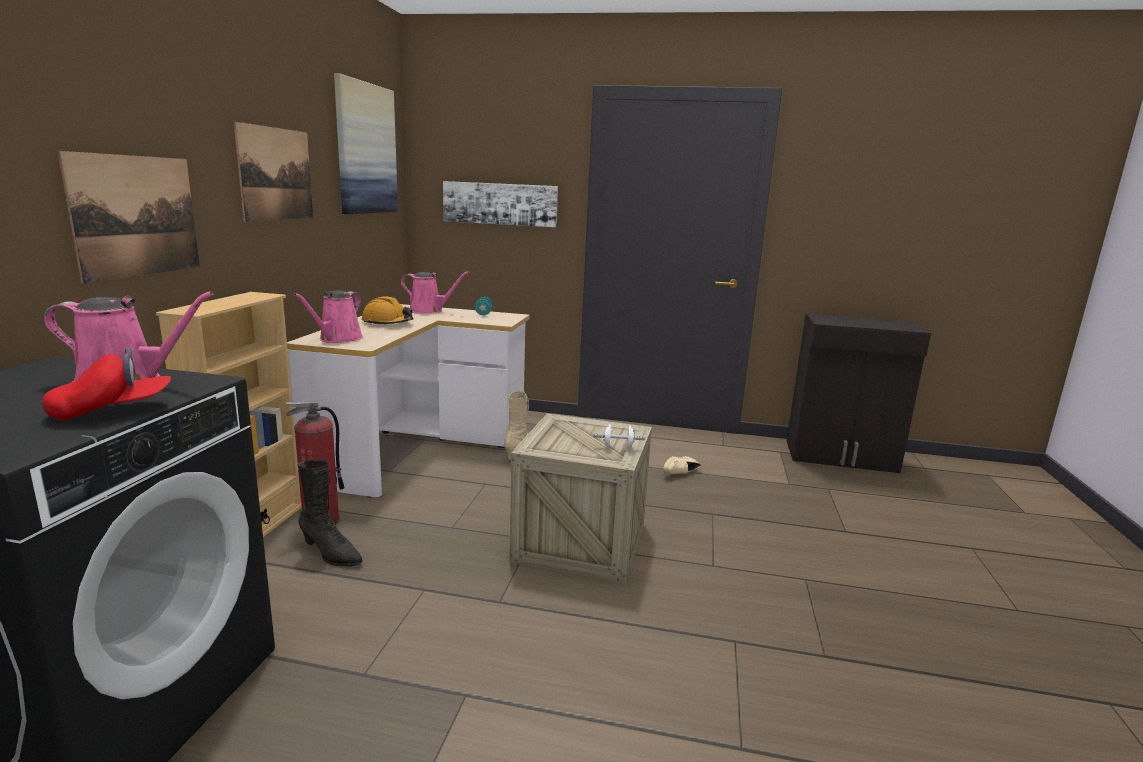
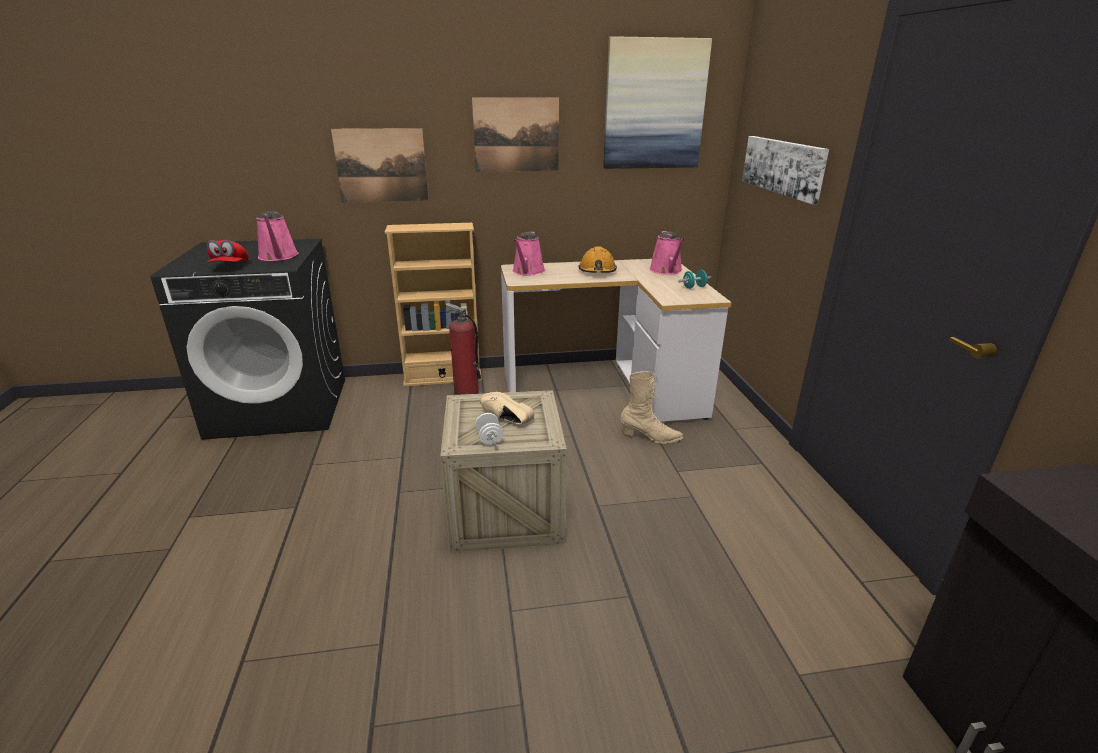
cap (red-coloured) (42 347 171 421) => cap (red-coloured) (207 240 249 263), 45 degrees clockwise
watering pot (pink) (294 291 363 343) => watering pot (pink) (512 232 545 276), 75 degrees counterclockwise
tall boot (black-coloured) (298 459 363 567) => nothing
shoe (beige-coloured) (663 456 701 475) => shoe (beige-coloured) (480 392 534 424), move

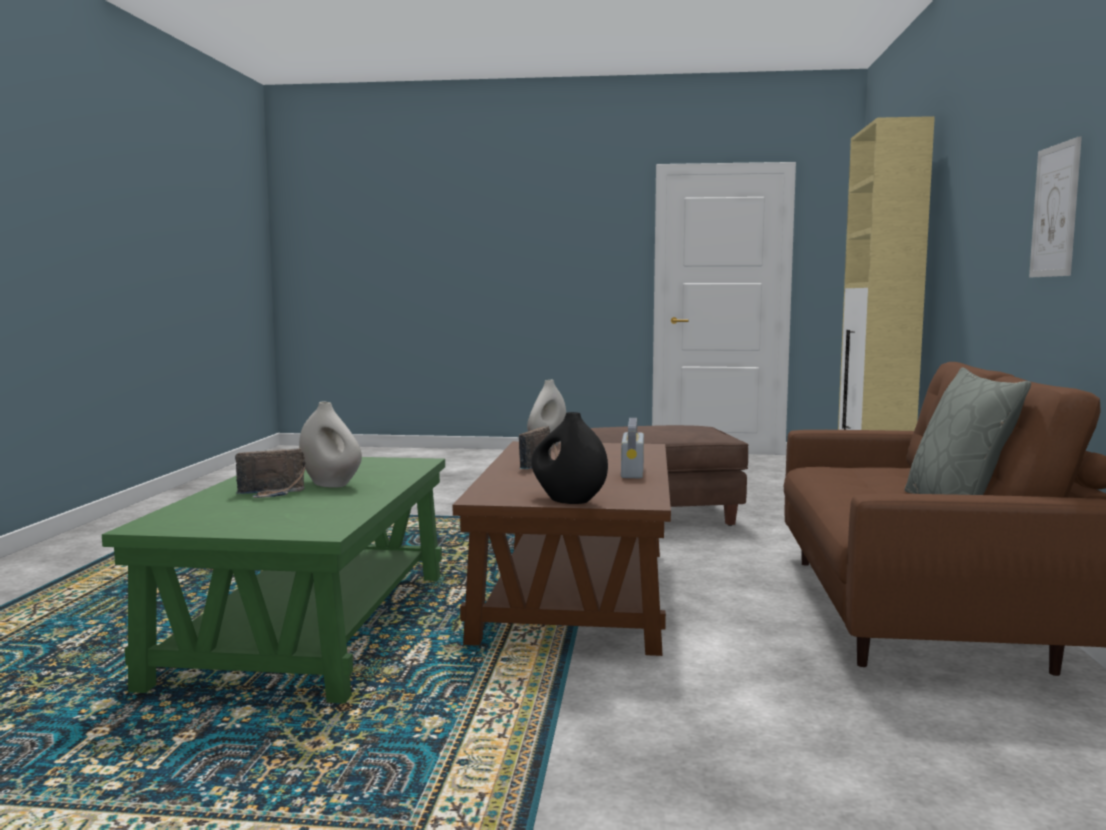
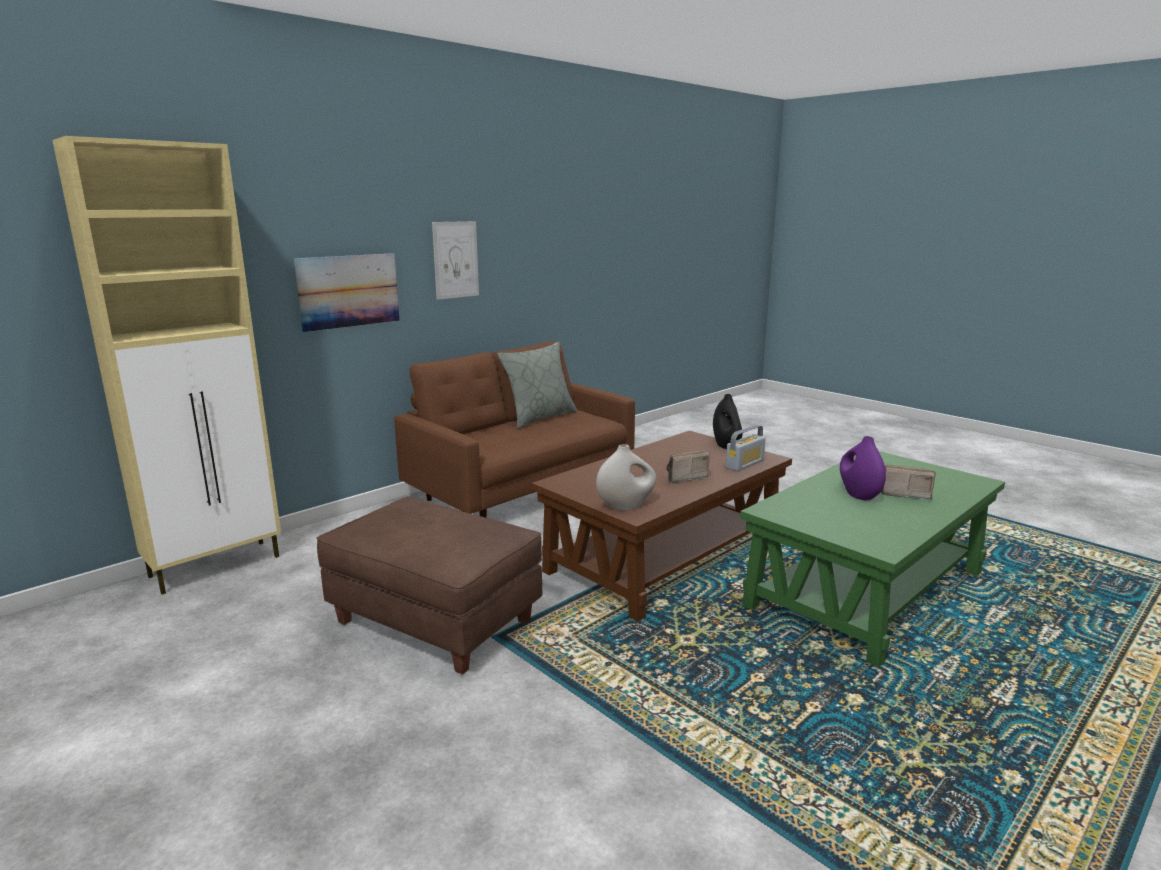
vase (white-coloured) (299 402 362 488) => vase (purple-coloured) (840 436 886 500)
radio (621 418 644 478) => radio (726 425 766 471), move
nothing => wall art (294 253 400 332)

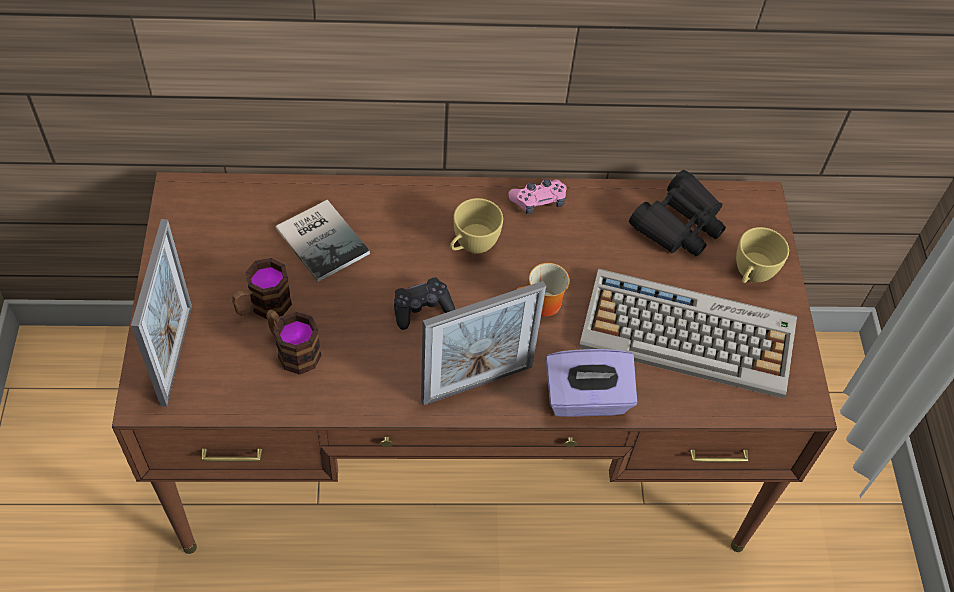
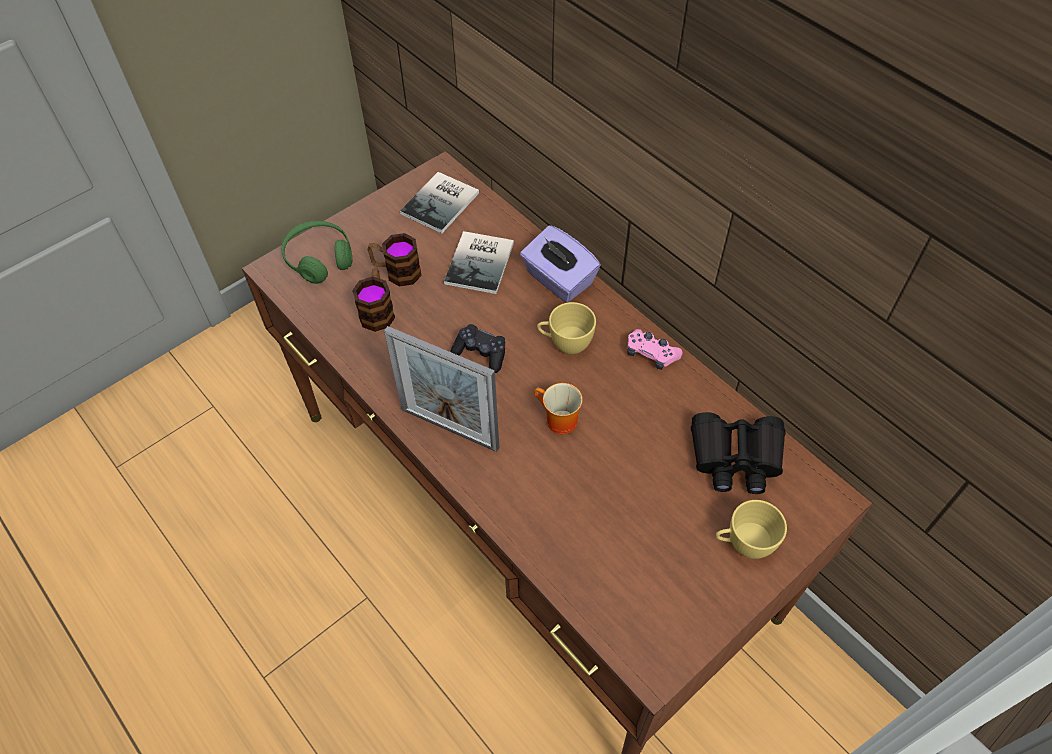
picture frame (131 219 192 407) => headphones (green) (281 221 352 284)
box of tissues (purple-coloured) (546 349 637 417) => box of tissues (purple-coloured) (520 225 601 303), move
keyboard (579 268 797 398) => nothing
nothing => bound book (400 172 479 233)

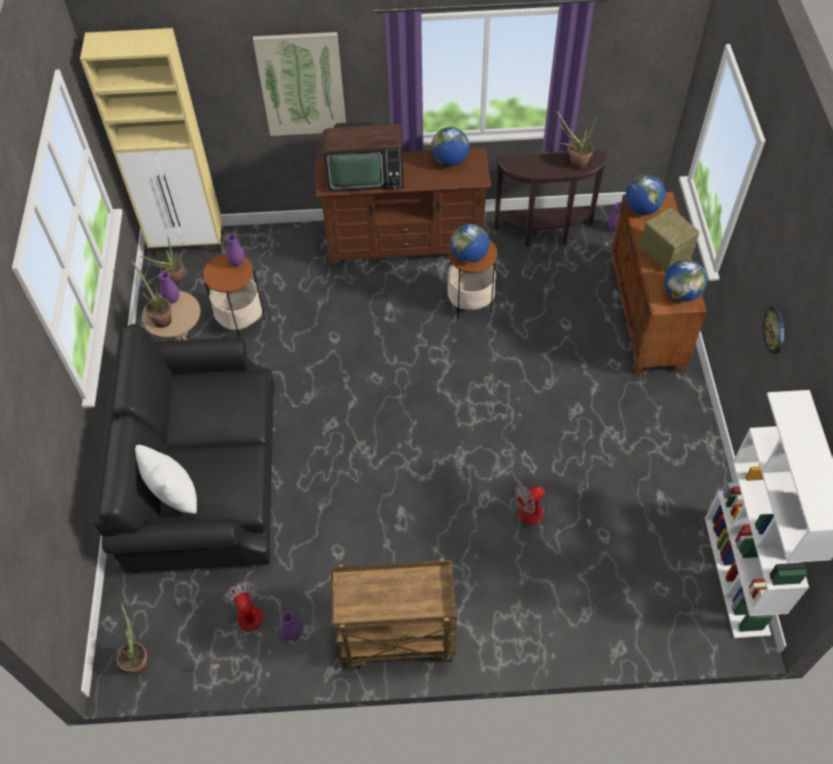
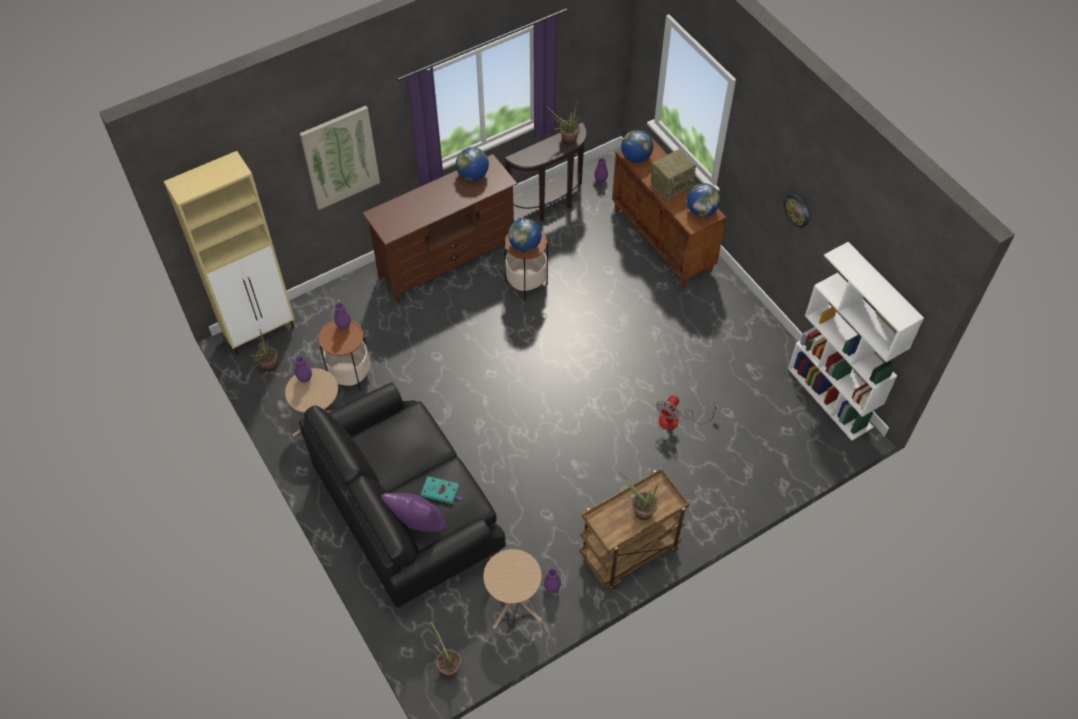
houseplant (131 260 172 328) => houseplant (618 471 658 520), move
pillow (white-coloured) (135 445 197 513) => pillow (purple-coloured) (381 493 447 532)
electric fan (211 582 263 670) => accent table (beige-coloured) (483 549 542 629)
television (323 122 404 192) => nothing
radio (640 207 700 271) => radio (650 149 696 201), 120 degrees clockwise
nothing => bound book (turquoise-coloured) (421 476 462 504)

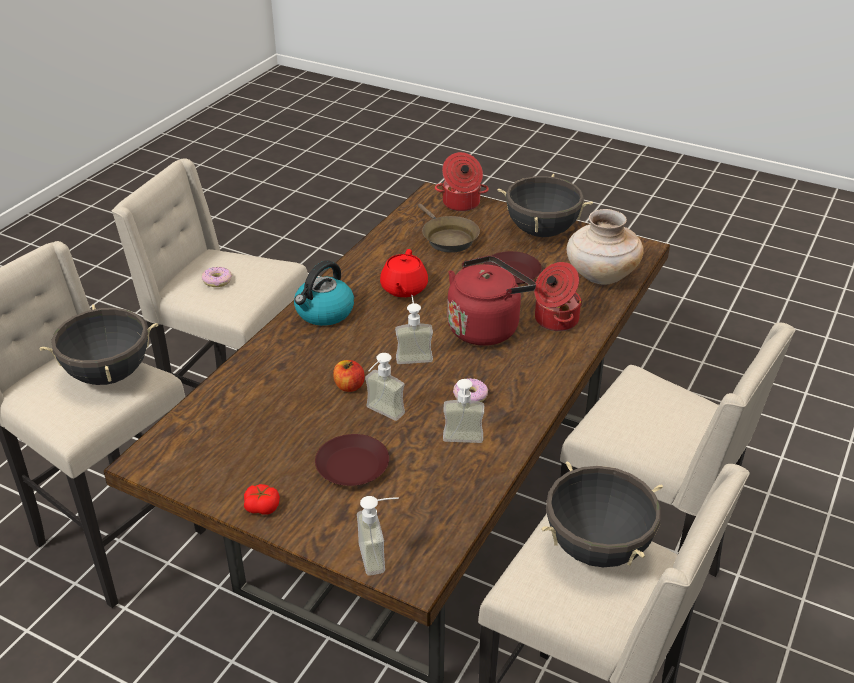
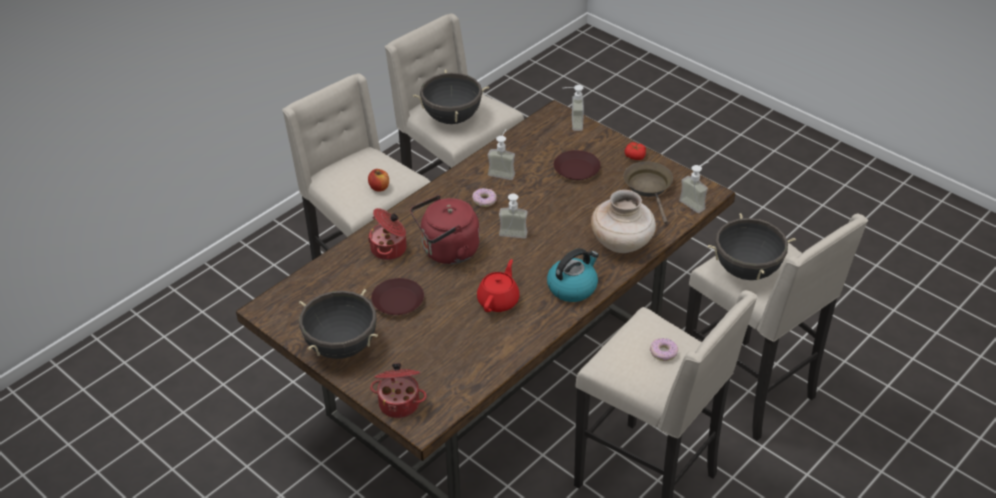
apple (333 360 365 392) => apple (368 169 389 192), move
liquid soap bottle (365 353 405 421) => liquid soap bottle (679 161 709 213), move
pan (brown) (418 204 480 253) => pan (brown) (624 161 673 224), move
vase (beige-coloured) (566 209 644 284) => vase (beige-coloured) (591 190 656 253), move

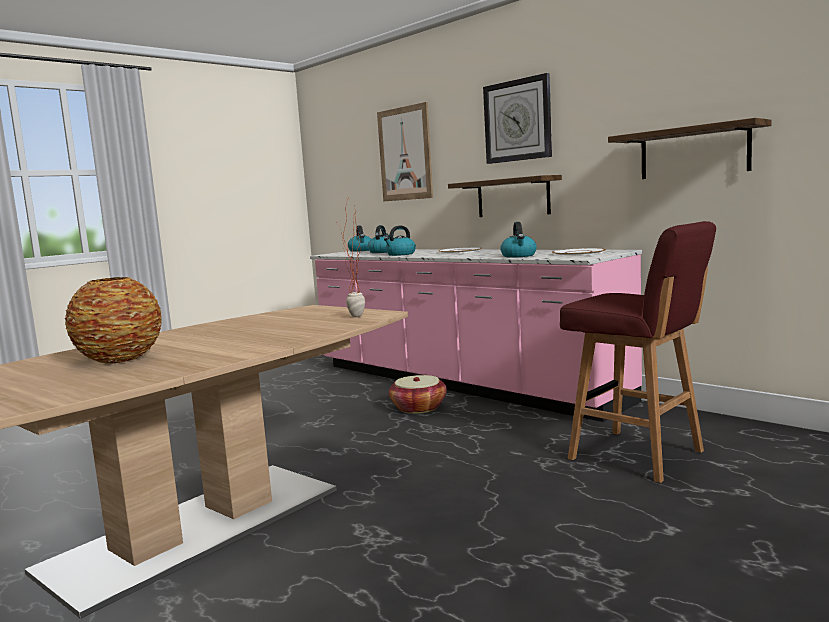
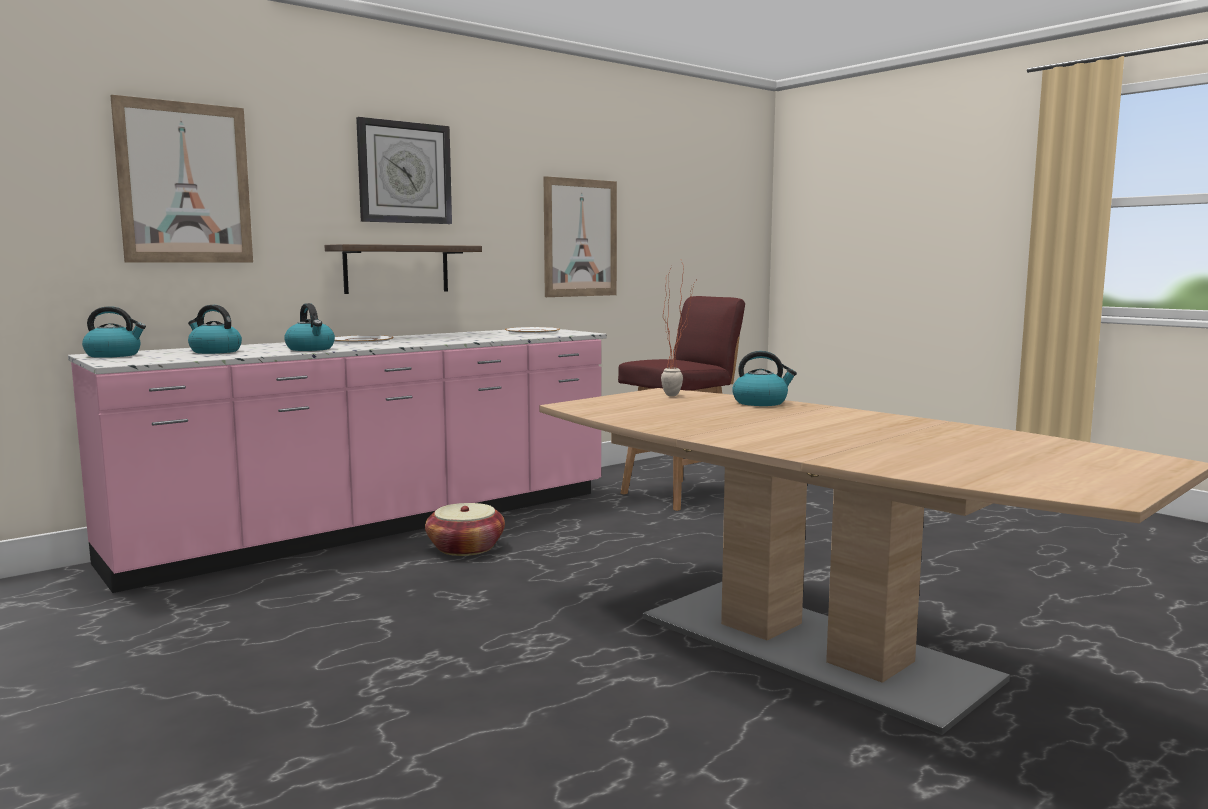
vase (65 277 162 364) => nothing
water kettle (500 222 537 258) => water kettle (732 351 797 406), move
wall shelf (608 118 772 179) => wall art (544 176 617 297)

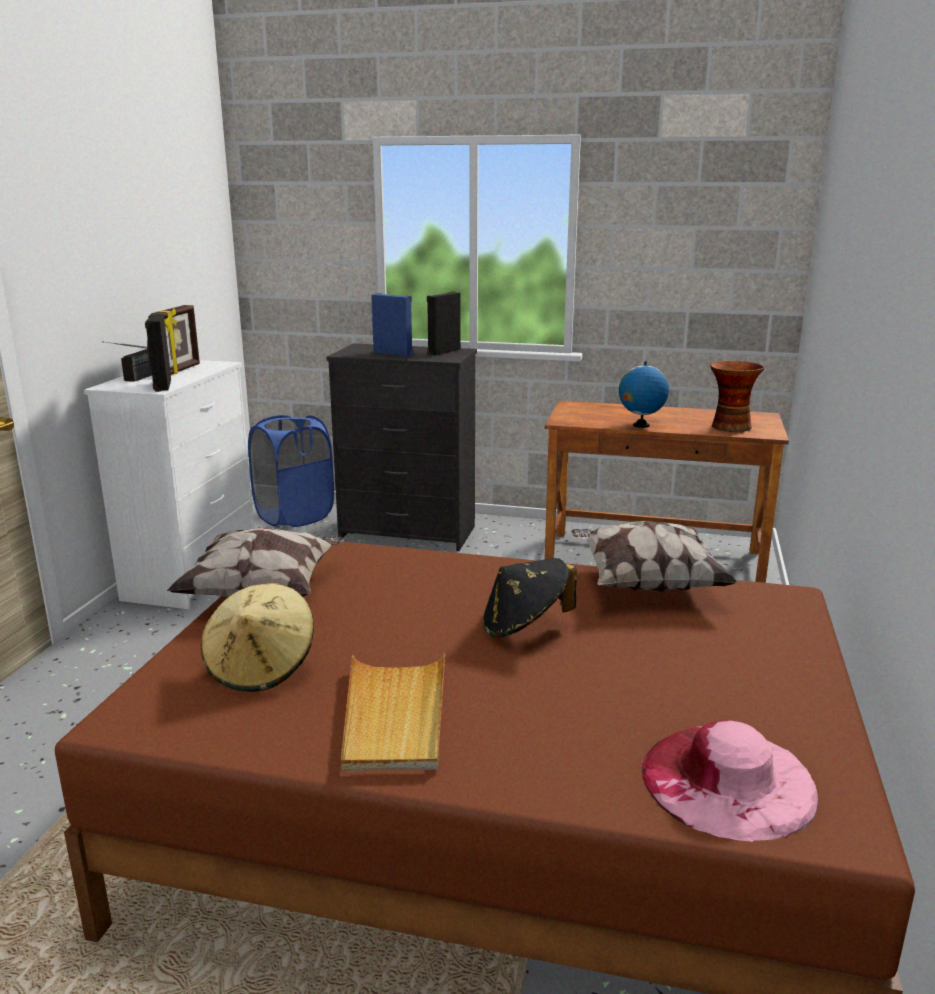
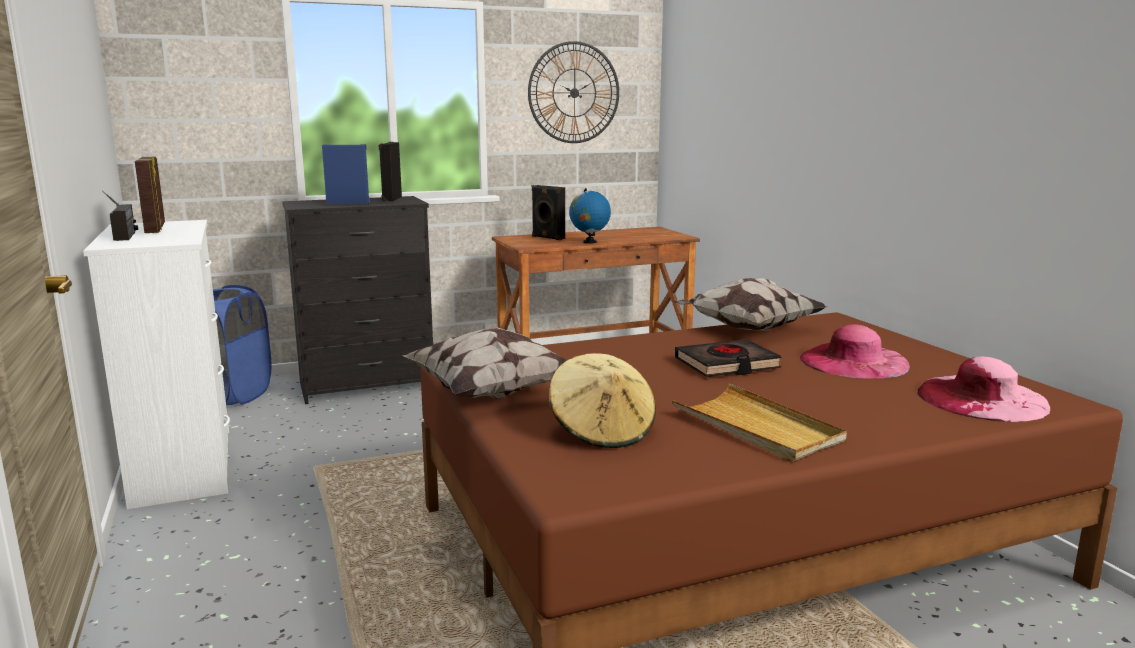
speaker (black-coloured) (145 313 171 392) => speaker (black-coloured) (532 185 565 240), move
hat (black-coloured) (483 558 577 638) => bound book (black-coloured) (675 339 782 377)
vase (710 361 765 432) => nothing
nothing => wall clock (528 41 619 143)
nothing => hat (pink) (800 324 910 379)

